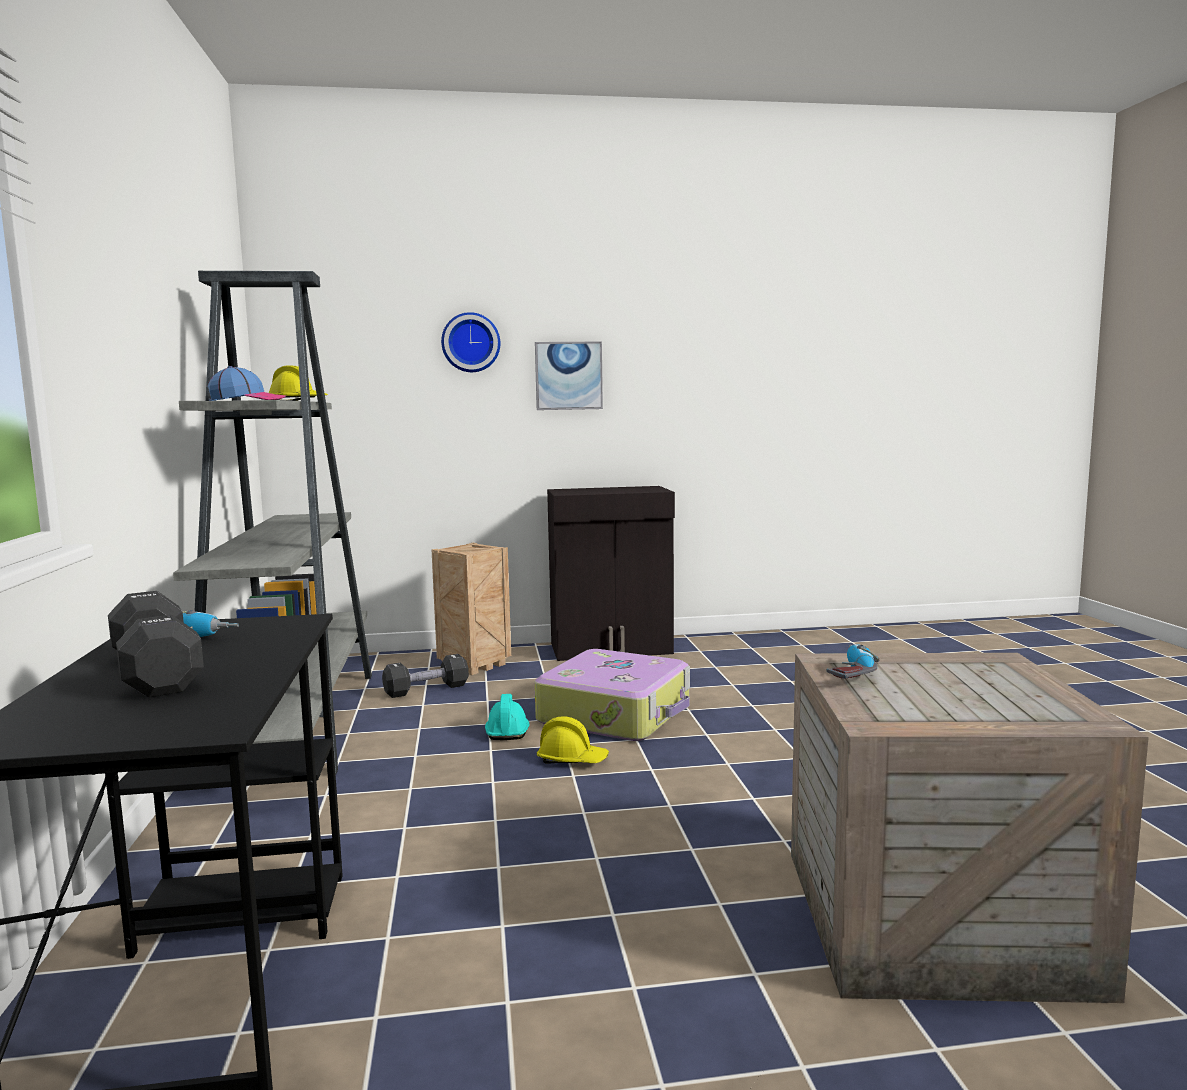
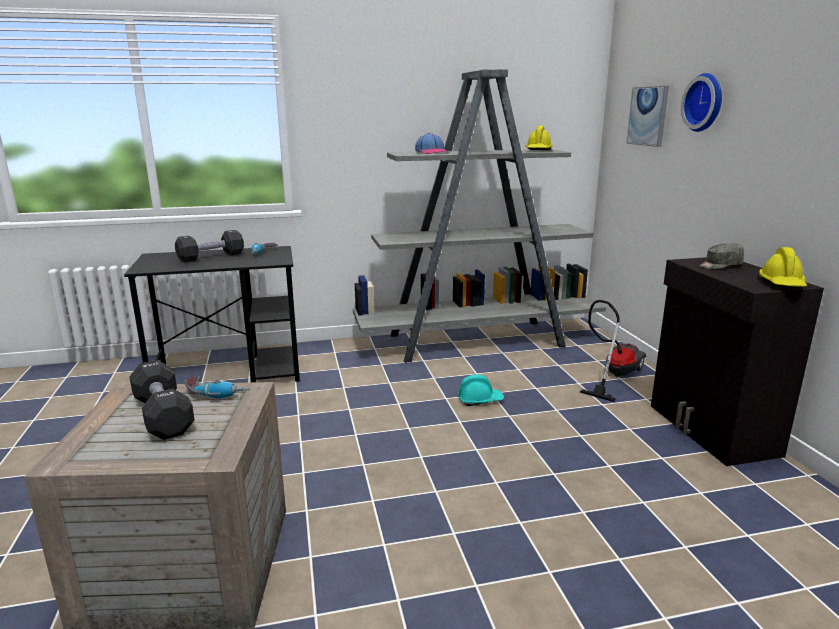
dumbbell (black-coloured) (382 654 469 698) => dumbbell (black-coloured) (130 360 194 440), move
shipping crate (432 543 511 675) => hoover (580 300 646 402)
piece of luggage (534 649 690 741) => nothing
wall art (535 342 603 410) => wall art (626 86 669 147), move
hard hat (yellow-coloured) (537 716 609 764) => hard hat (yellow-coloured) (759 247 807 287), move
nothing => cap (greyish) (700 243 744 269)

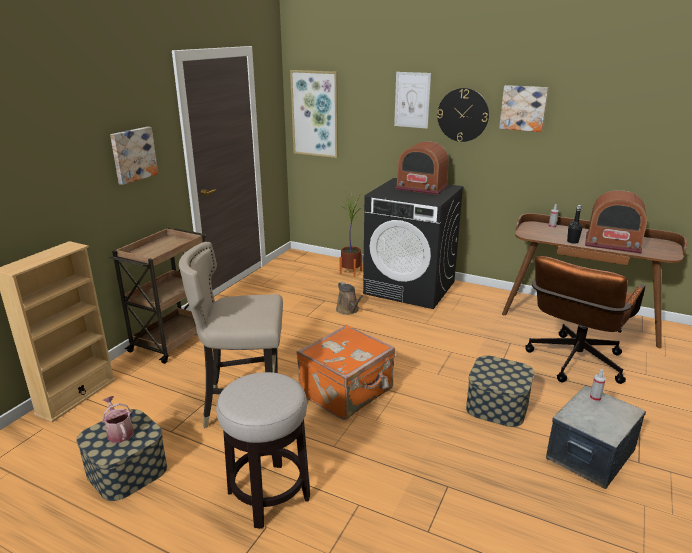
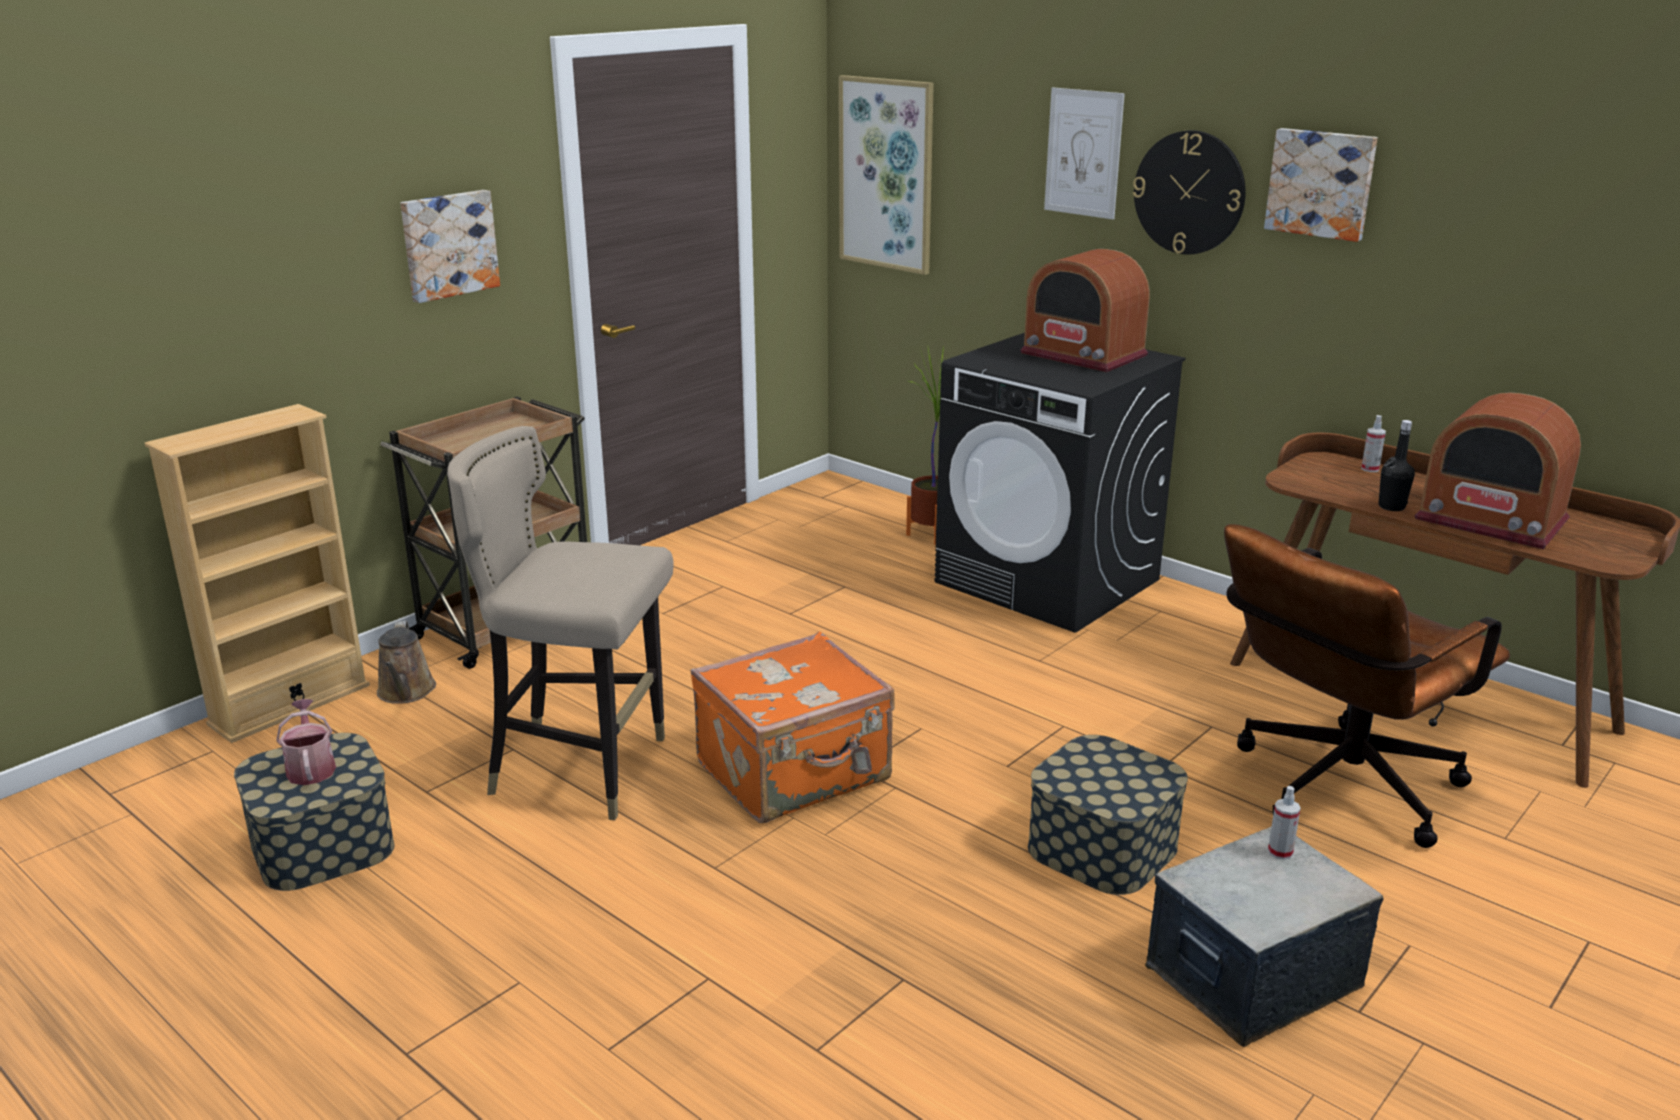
sitting stool (216 372 310 529) => nothing
watering pot (brown) (336 282 363 315) => watering pot (brown) (377 620 436 704), move

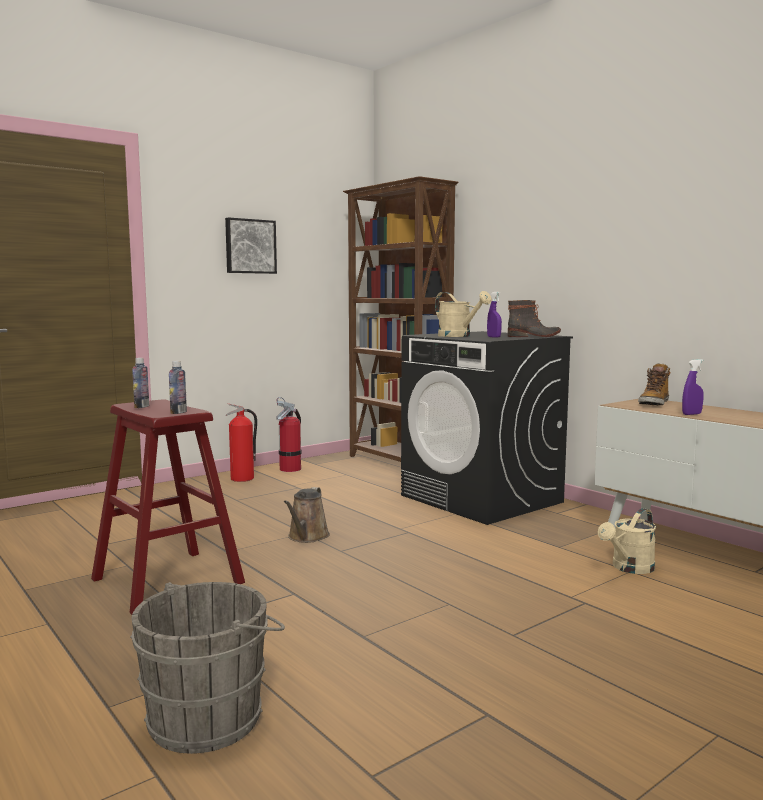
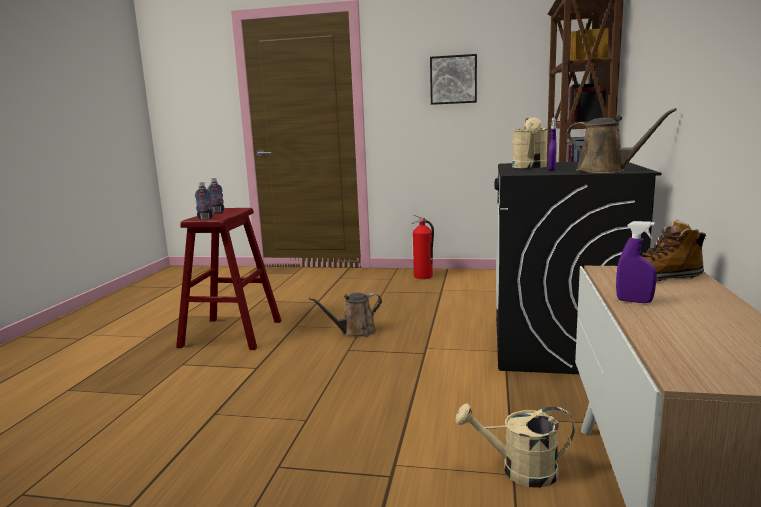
water bucket (greyish) (130 582 285 754) => nothing
fire extinguisher (276 397 301 472) => nothing
tall boot (508 300 561 337) => watering pot (brown) (567 108 677 173)

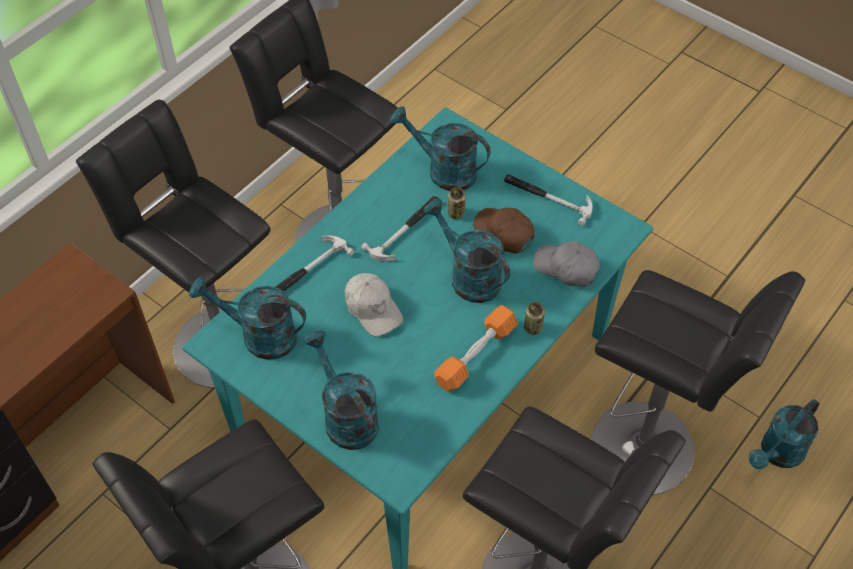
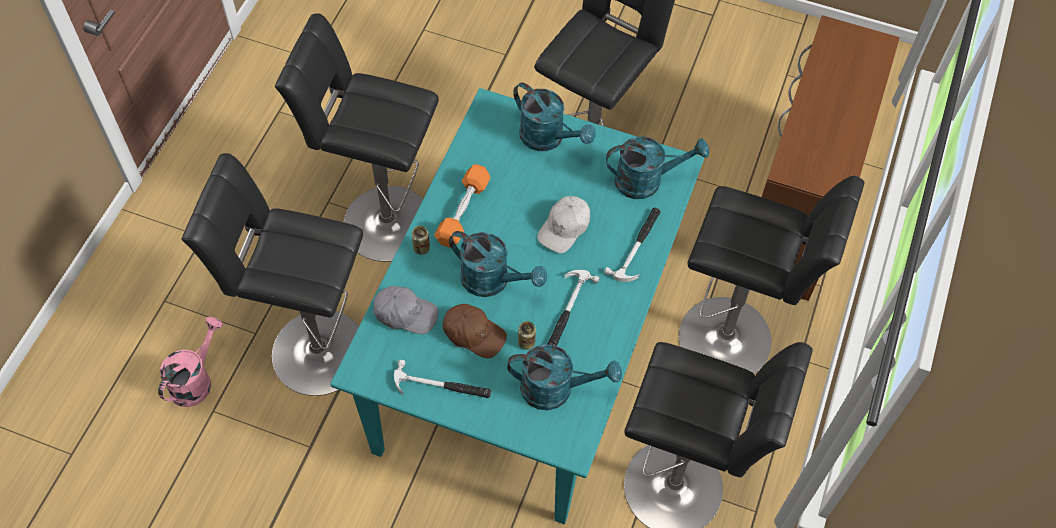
cap (white-coloured) (344 273 403 336) => cap (white-coloured) (537 196 590 253), 90 degrees counterclockwise
watering pot (turquoise-coloured) (749 399 820 470) => watering pot (pink) (158 317 223 407)

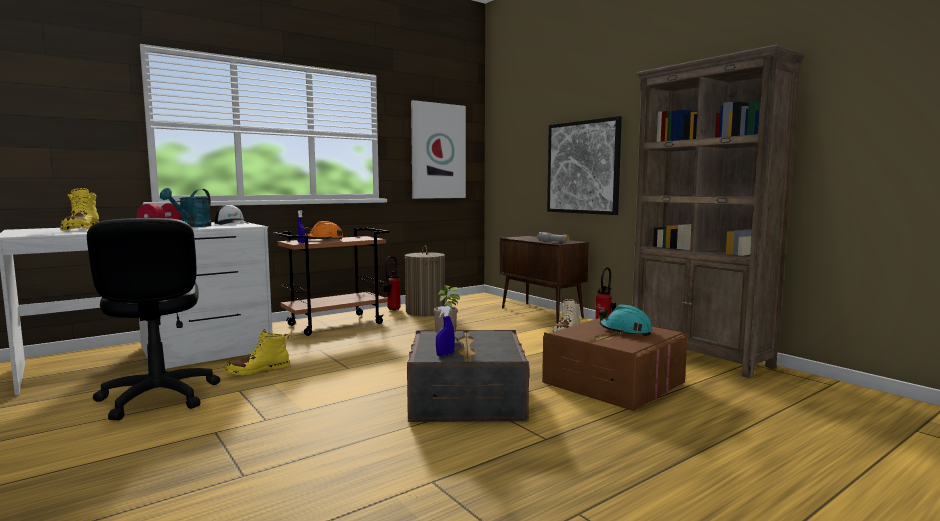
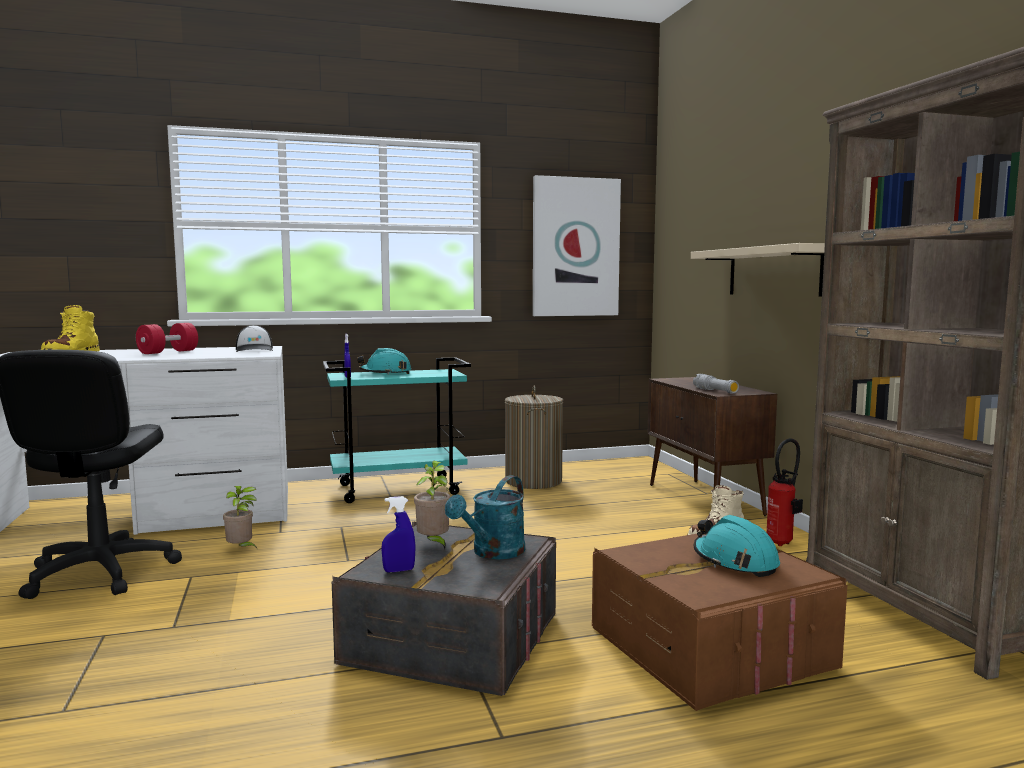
watering pot (turquoise-coloured) (160 188 211 227) => watering pot (turquoise-coloured) (445 475 525 559), move
tall boot (yellow-coloured) (225 330 290 375) => houseplant (223 486 257 548)
wheeled cart (brown) (274 228 389 336) => wheeled cart (turquoise-coloured) (323 357 471 503)
hard hat (orange) (304 221 343 240) => hard hat (turquoise-coloured) (357 348 411 374)
fire extinguisher (383 256 401 311) => nothing
wall art (547 116 622 215) => wall shelf (beige-coloured) (691 243 825 297)

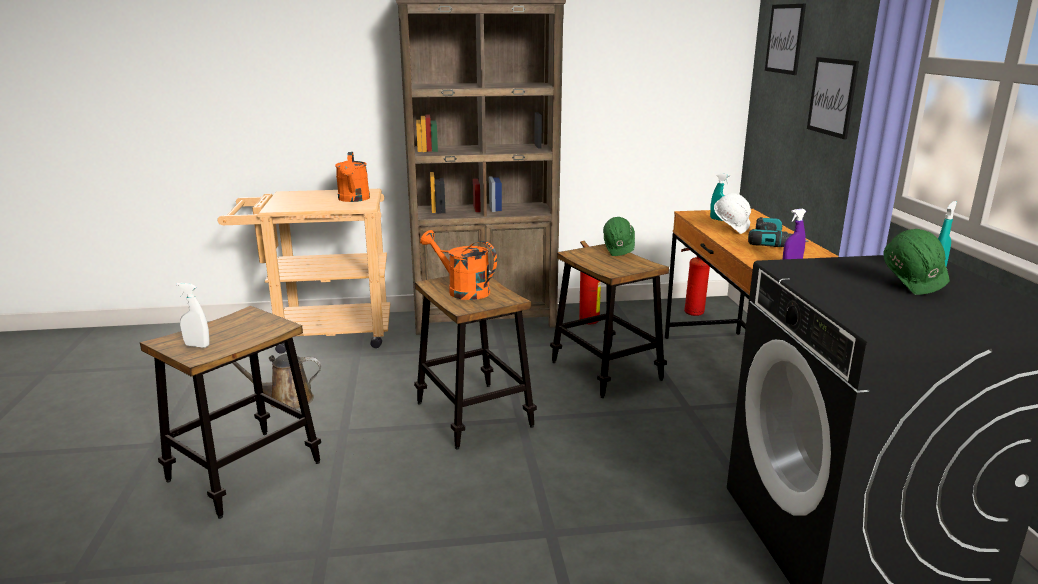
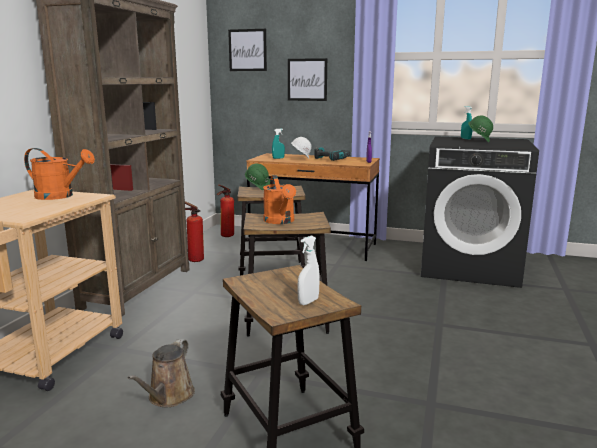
watering pot (orange) (420 230 497 300) => watering pot (orange) (263 175 296 224), 75 degrees counterclockwise

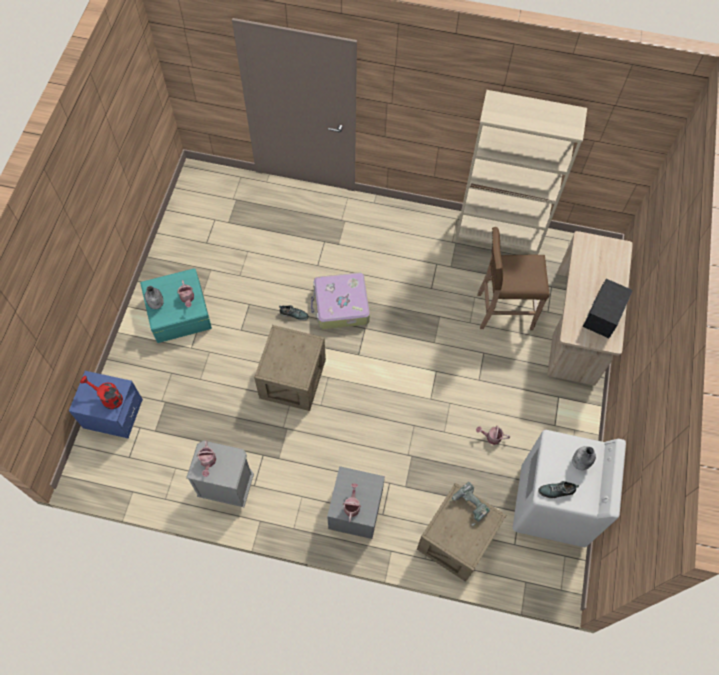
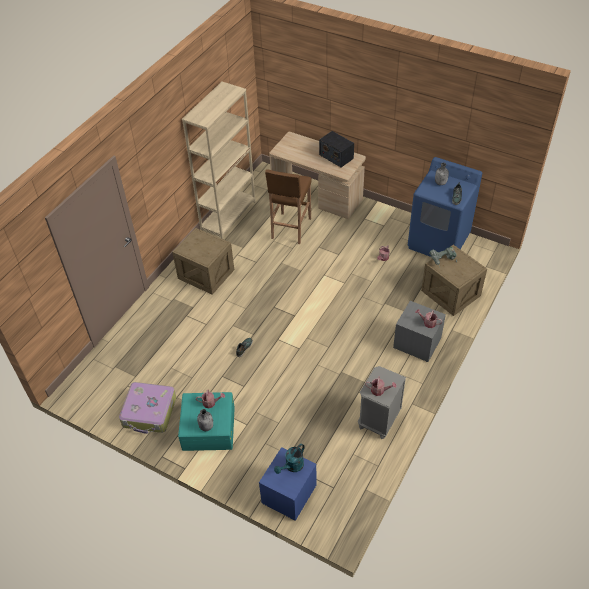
watering pot (red-coloured) (80 376 123 409) => watering pot (turquoise-coloured) (274 444 305 474)
shipping crate (254 325 326 411) => shipping crate (172 228 234 295), move
piece of luggage (311 273 370 329) => piece of luggage (119 382 176 434), move
laundry machine (white-coloured) (513 430 626 548) => laundry machine (blue-coloured) (408 157 482 257)

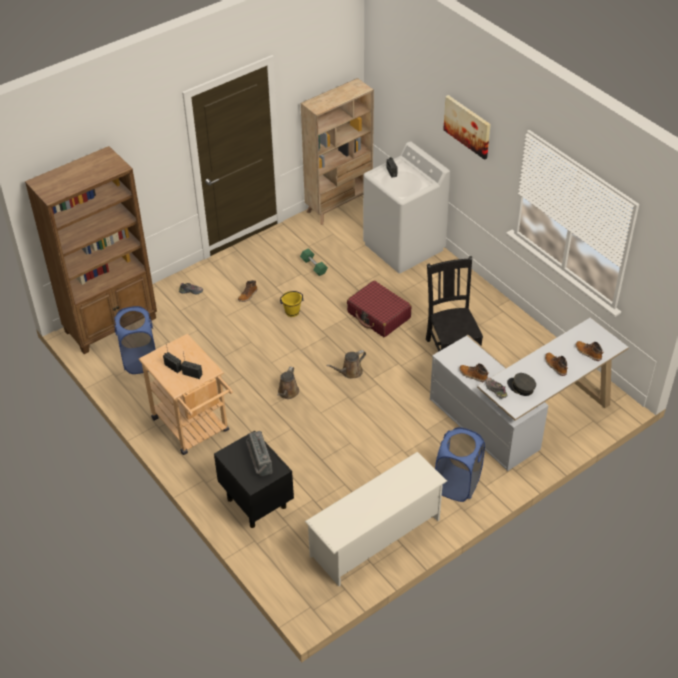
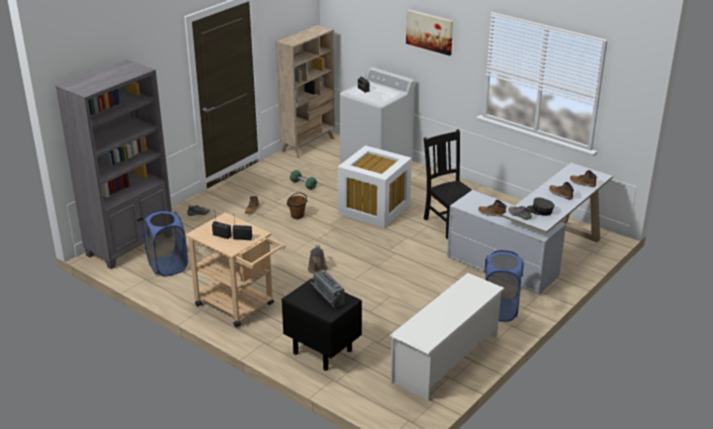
bookcase (brown) (25 146 157 354) => bookcase (greyish) (55 59 172 269)
water bucket (yellow-coloured) (280 291 303 317) => water bucket (brown) (287 192 308 219)
watering pot (brown) (326 350 366 379) => nothing
piece of luggage (red-coloured) (347 280 412 337) => storage container (white-coloured) (338 146 412 228)

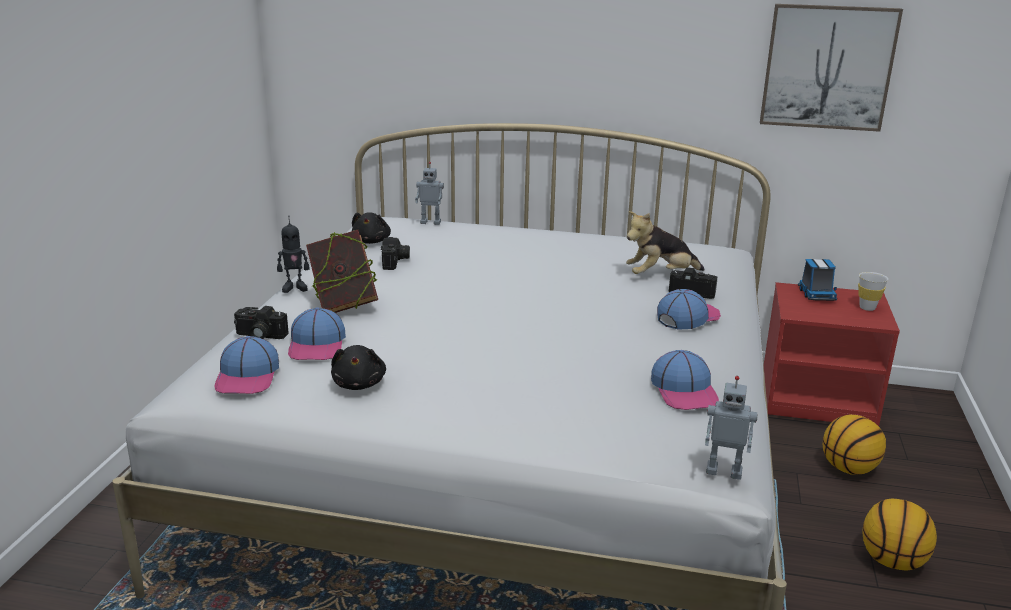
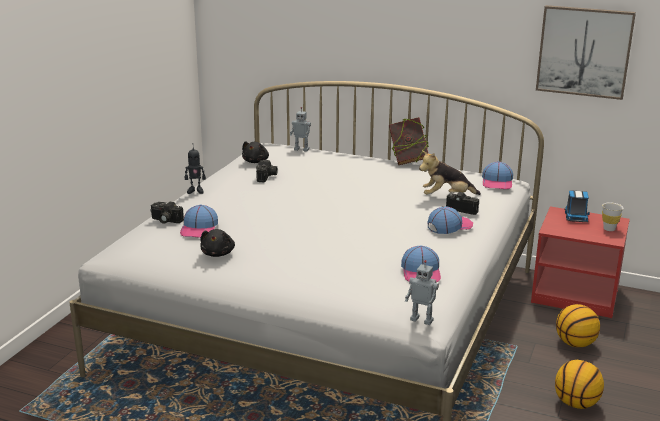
cap (214 336 279 394) => cap (482 161 513 189), move
bound book (306 230 378 313) => bound book (389 117 429 165), move

